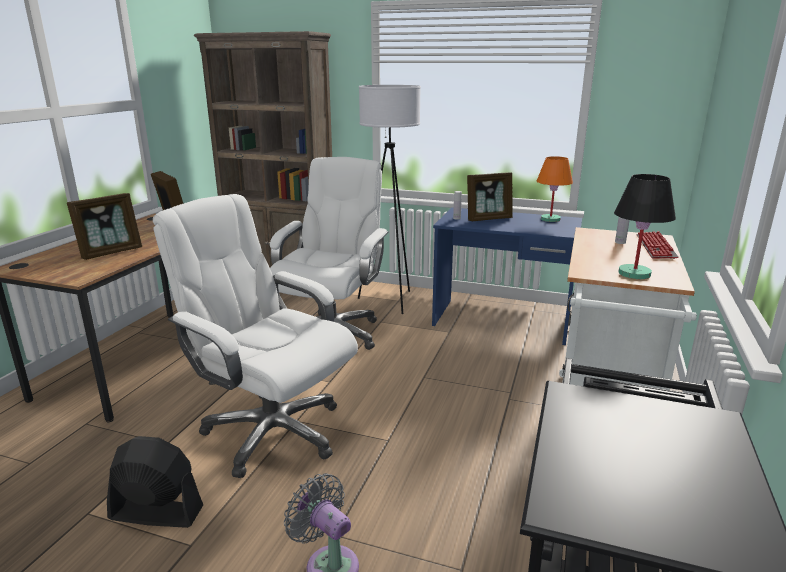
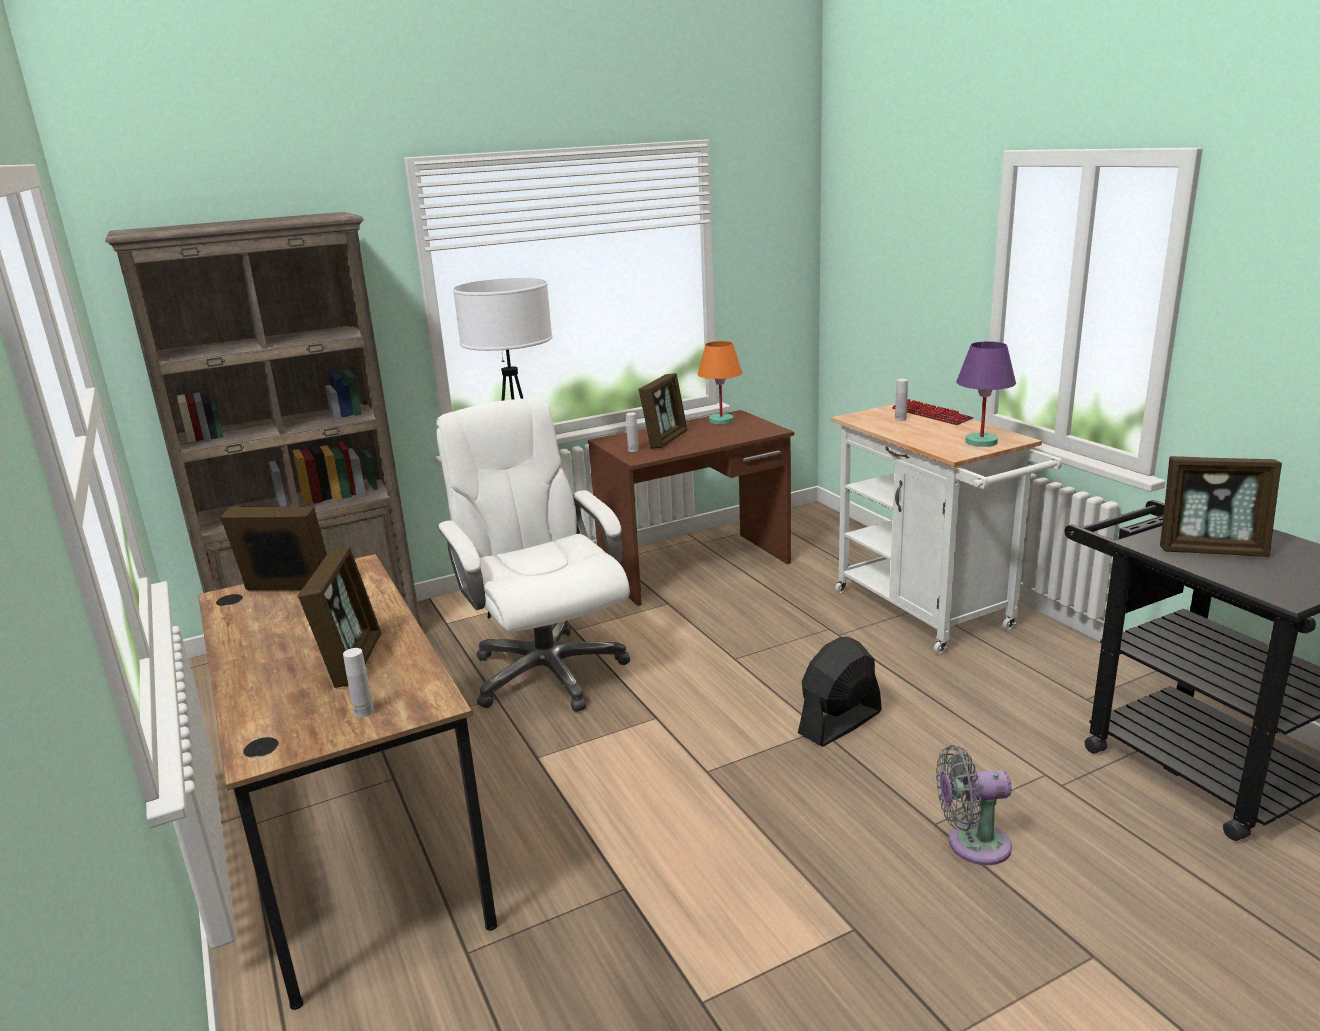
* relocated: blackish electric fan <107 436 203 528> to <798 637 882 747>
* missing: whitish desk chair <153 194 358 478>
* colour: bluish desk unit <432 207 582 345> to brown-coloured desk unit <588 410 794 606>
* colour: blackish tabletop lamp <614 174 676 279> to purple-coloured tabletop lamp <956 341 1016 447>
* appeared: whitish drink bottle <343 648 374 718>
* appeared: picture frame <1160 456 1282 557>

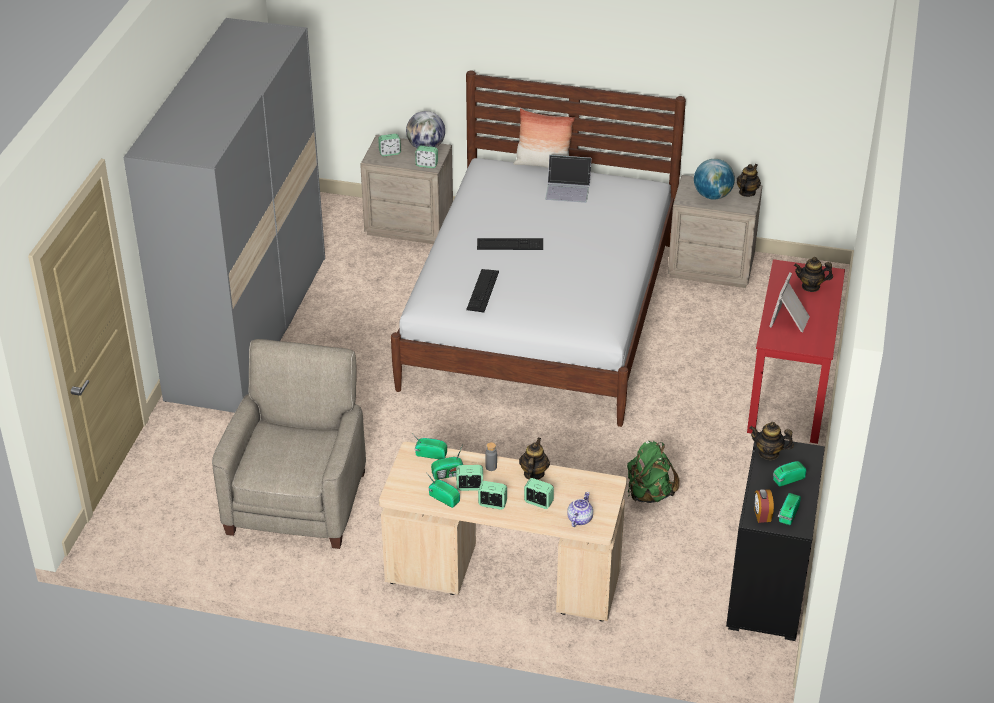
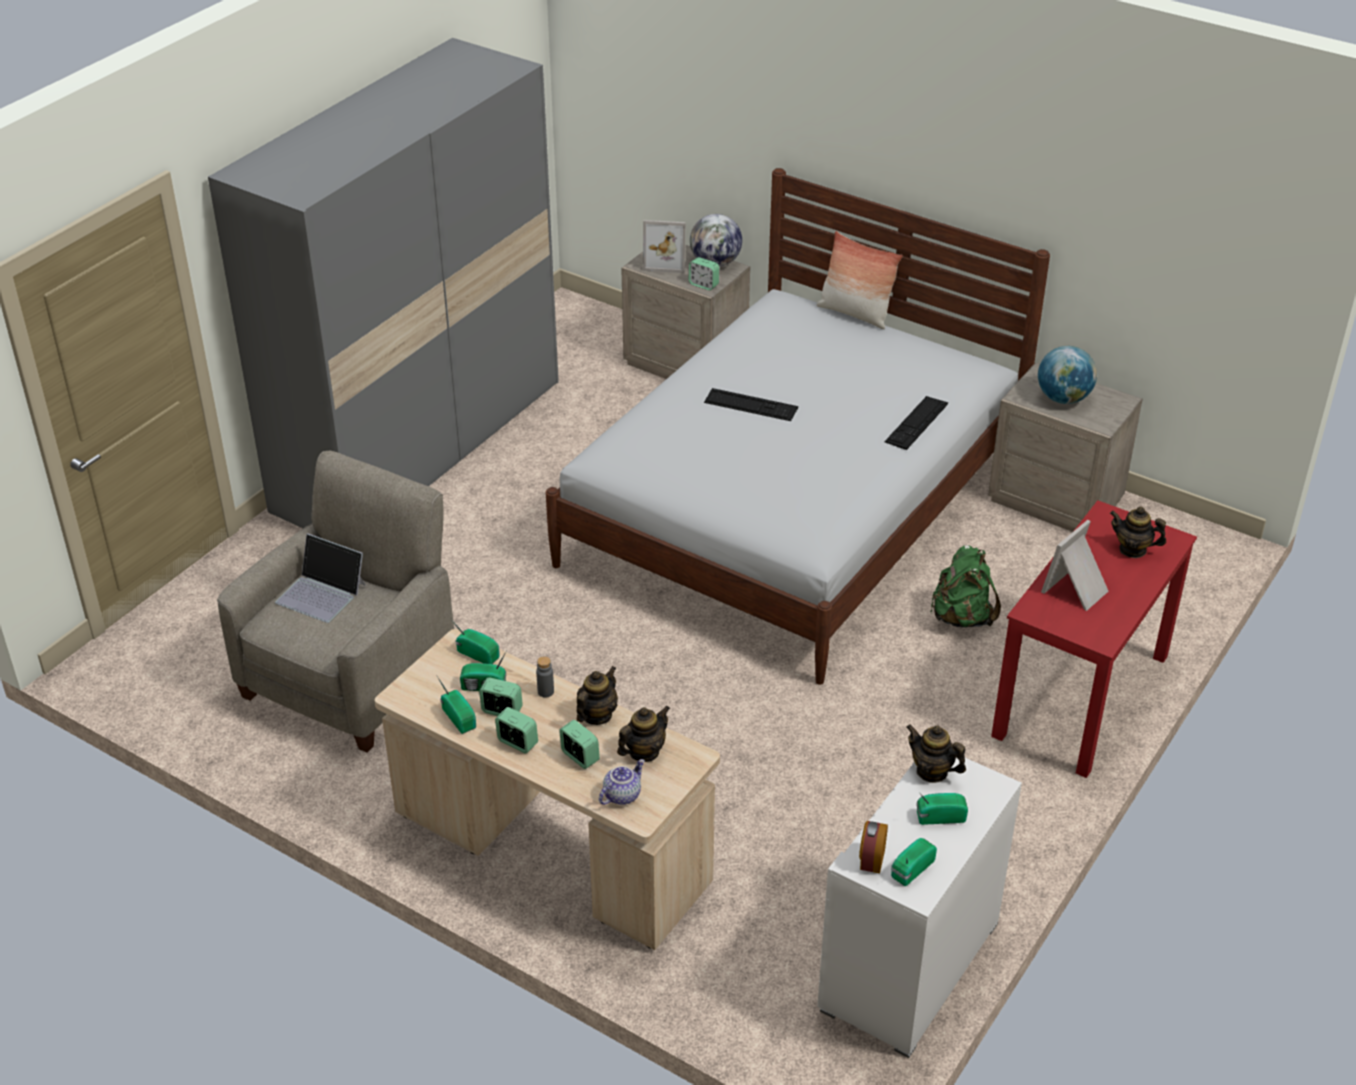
* exchanged: alarm clock <378 134 401 156> to picture frame <643 220 686 273>
* relocated: computer keyboard <466 269 499 312> to <884 396 948 450>
* relocated: notebook computer <545 155 591 203> to <275 533 366 623>
* relocated: green backpack <627 441 680 503> to <931 545 1001 628>
* colour: blackish drawer chest <726 440 825 641> to whitish drawer chest <817 758 1022 1058>
* relocated: tea pot <736 164 761 197> to <617 705 670 762>

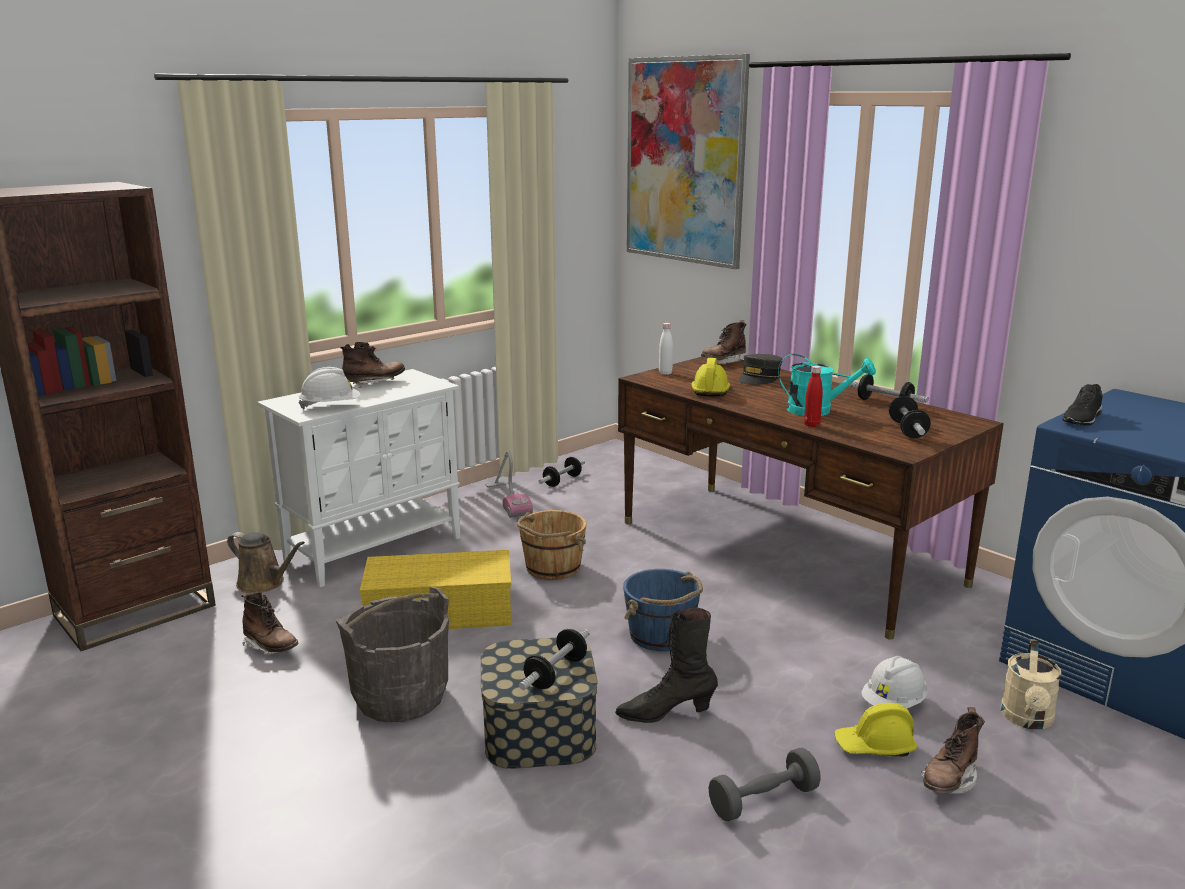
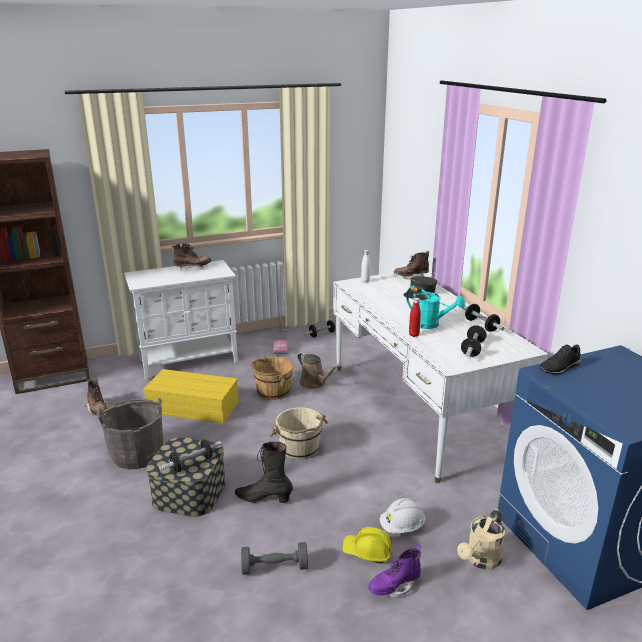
* relocated: brown-coloured watering can <227 532 305 593> to <298 352 339 389>
* missing: whitish safety helmet <298 367 361 409>
* colour: brown-coloured desk unit <618 357 1004 640> to whitish desk unit <333 273 549 483>
* colour: bluish pail <623 569 703 651> to beige pail <270 407 328 460>
* missing: picture <627 54 750 269>
* missing: yellow-coloured safety helmet <691 358 730 396>
* colour: brown-coloured tall boot <921 707 985 794> to purple-coloured tall boot <368 545 421 597>

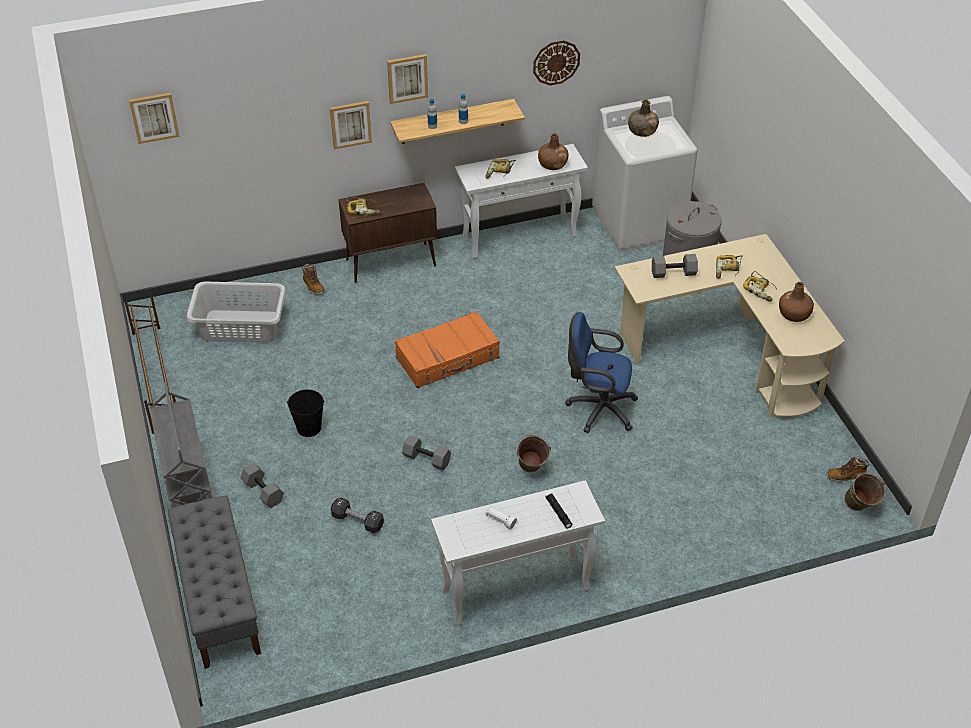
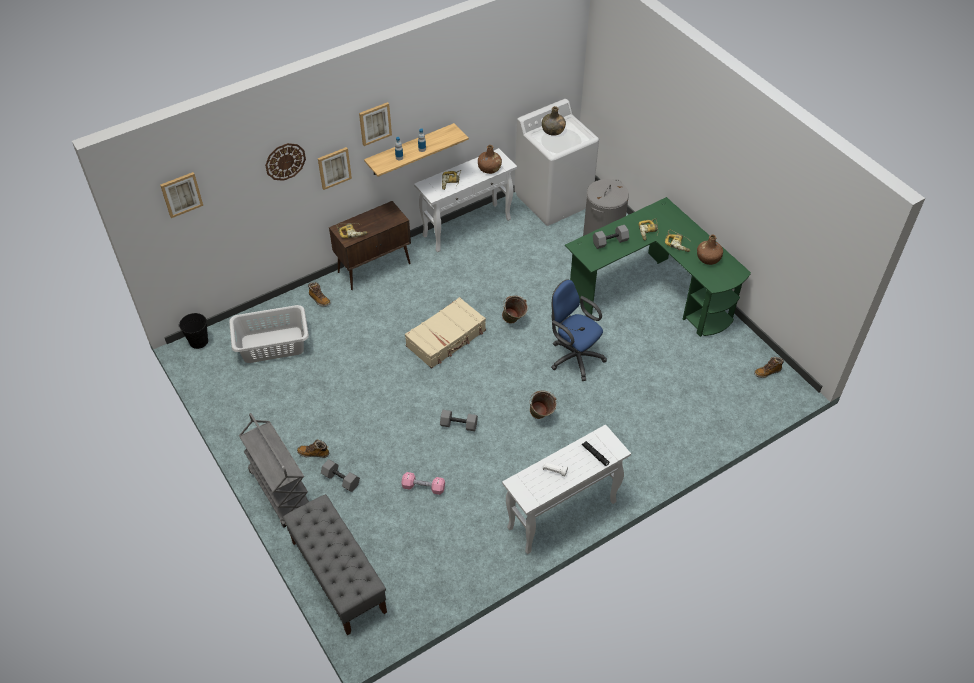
* missing: brown-coloured shoe shelf <125 296 176 434>
* relocated: blackish pail <287 389 324 437> to <179 313 208 349>
* colour: blackish dumbbell <331 498 384 533> to pink-coloured dumbbell <402 472 445 495>
* colour: orangey suitcase <395 311 500 388> to beige suitcase <405 297 486 369>
* relocated: clock on the wall <533 40 580 85> to <265 143 306 181>
* spun: bluish desk chair <565 312 638 433> = <551 279 607 381> 45 degrees clockwise
* colour: beige desk unit <615 234 845 417> to green desk unit <565 197 751 337>
* relocated: green pail <844 472 885 511> to <502 296 528 323>
* appeared: tall boot <297 440 329 458>

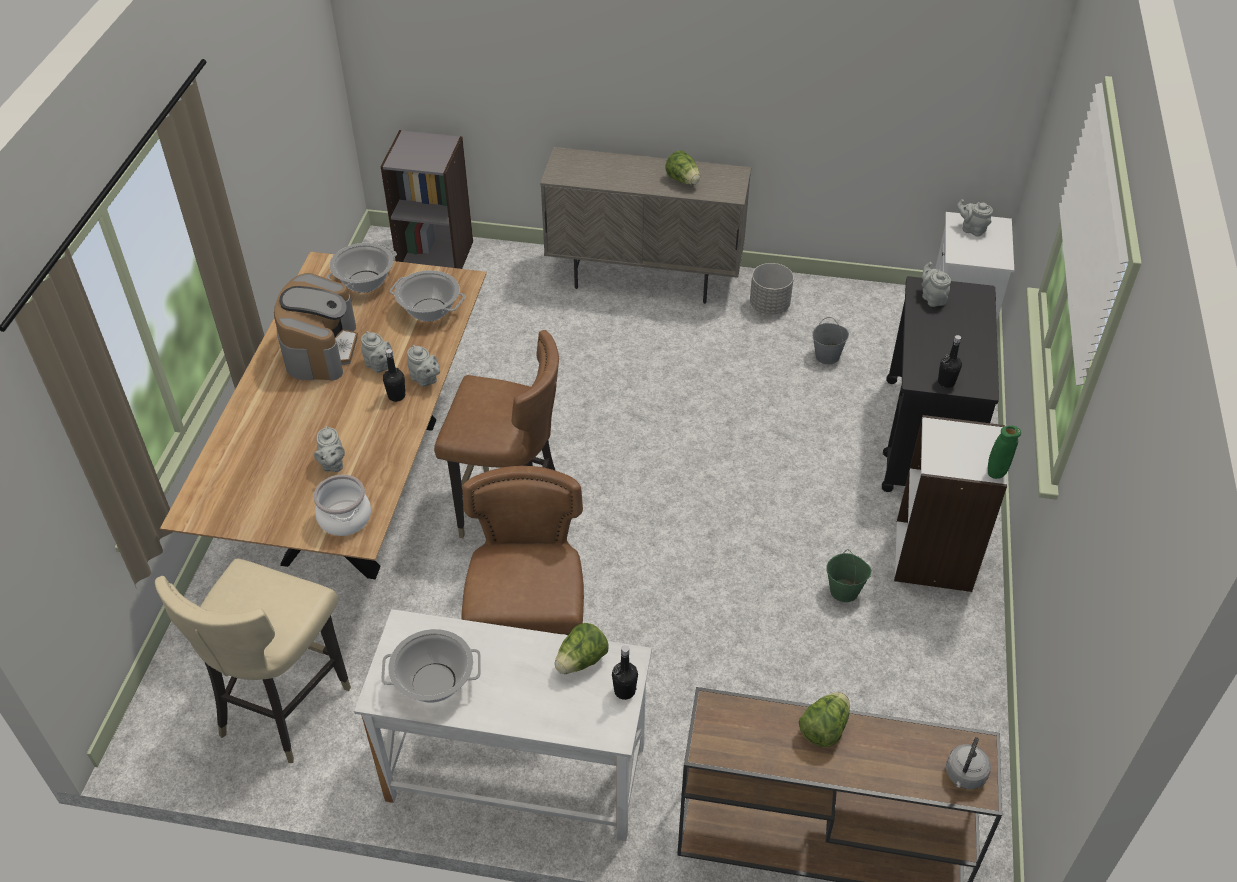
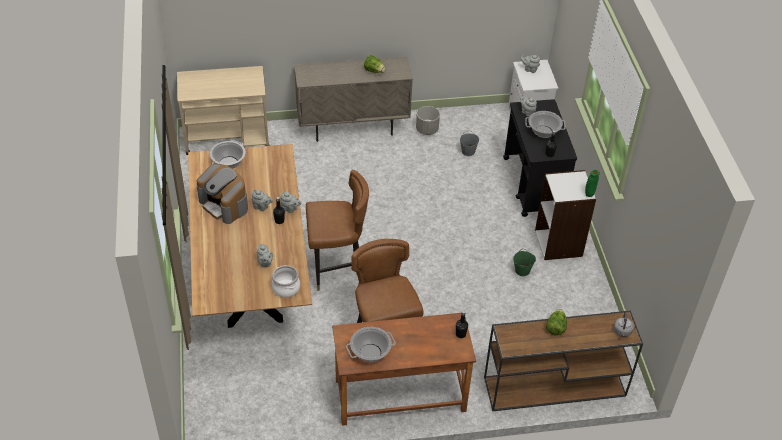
* missing: beige upright chair <155 559 351 763>
* spun: coffee brewer <274 273 358 381> = <196 164 248 224> 150 degrees clockwise
* colour: whitish desk unit <354 609 652 841> to brown-coloured desk unit <332 313 476 426>
* exchanged: greyish bookcase <380 130 473 269> to beige cart <177 66 269 155>
* relocated: stockpot <389 270 465 322> to <525 111 566 138>
* missing: lettuce head <555 623 609 674>

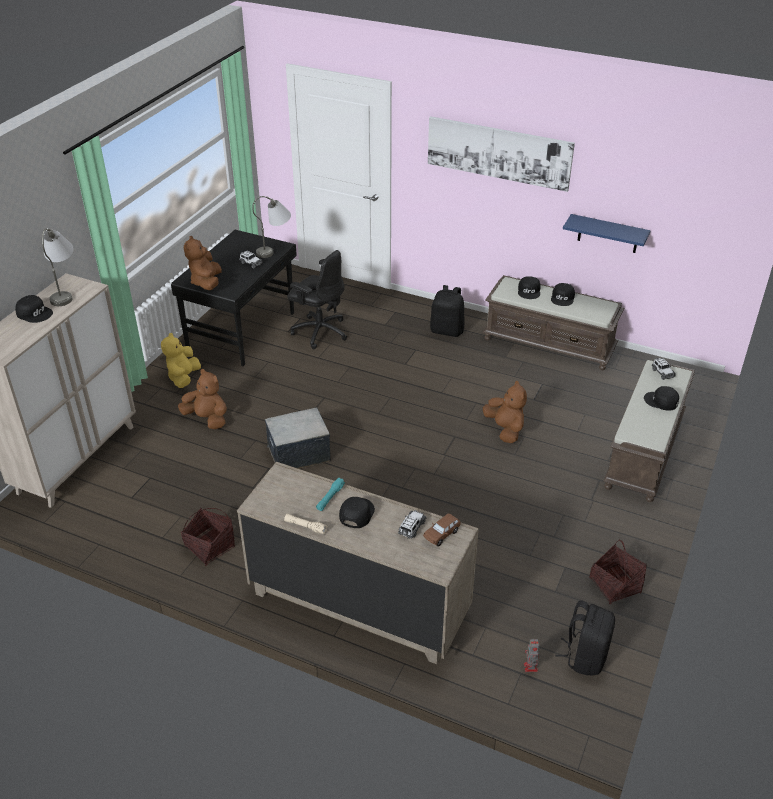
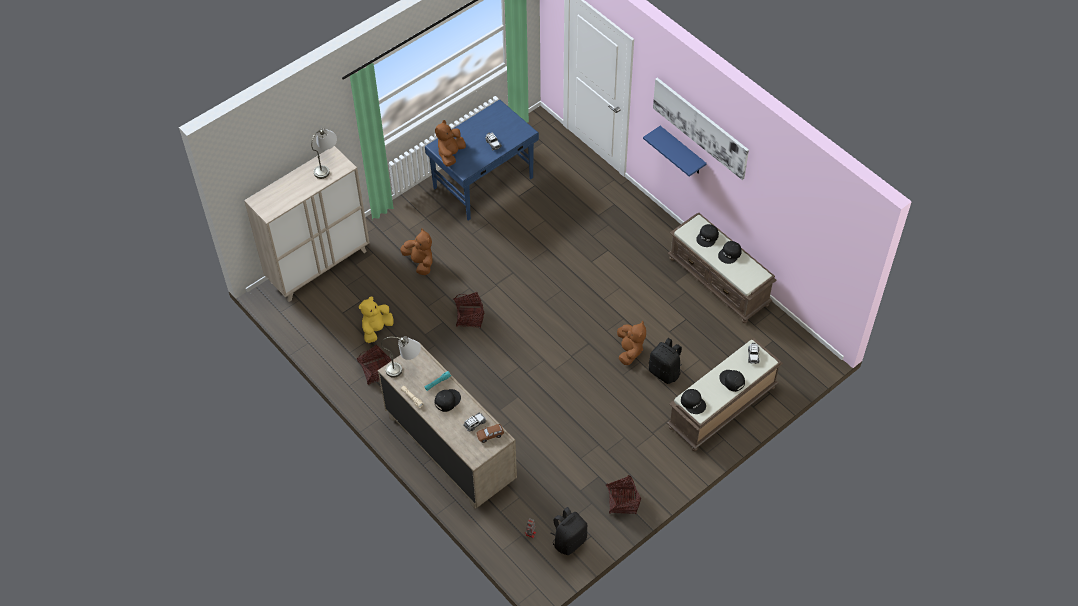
* relocated: blackish cap <15 295 53 323> to <681 389 706 414>
* relocated: yellow-coloured cuddly toy <161 333 201 388> to <359 296 394 343>
* colour: blackish desk unit <171 230 297 366> to bluish desk unit <425 100 539 221>
* relocated: greyish tabletop lamp <252 196 291 258> to <381 337 421 378>
* exchanged: storage box <265 407 331 469> to household basket <453 292 485 328>
* missing: blackish desk chair <287 250 347 349>
* relocated: blackish backpack <430 285 464 337> to <649 338 682 384>
* relocated: bluish bracket shelf <563 214 650 253> to <643 126 707 177>

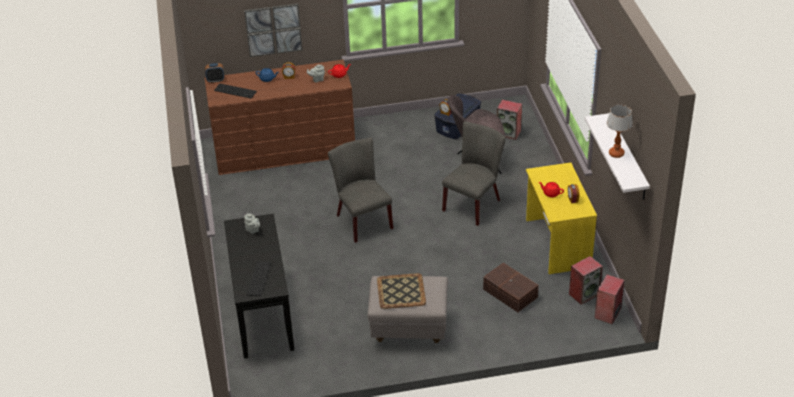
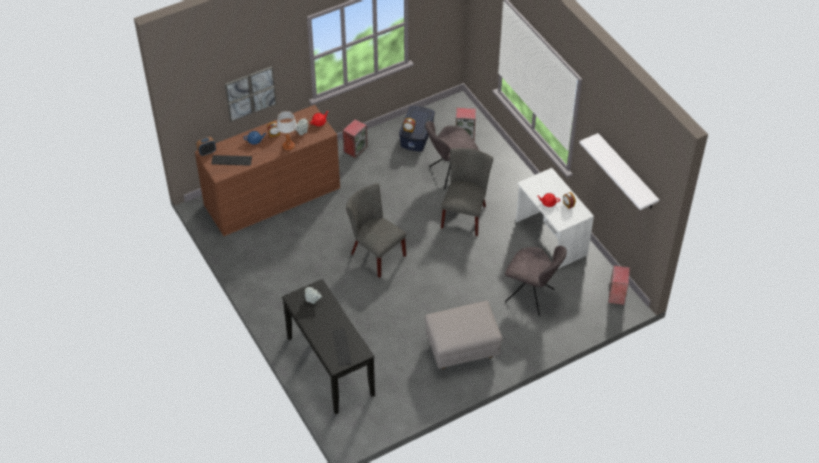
* missing: tray <377 273 426 309>
* exchanged: brown-coloured storage box <483 262 539 312> to greyish upright chair <505 246 567 316>
* colour: yellow-coloured desk unit <526 162 597 274> to whitish desk unit <516 168 594 269>
* relocated: audio speaker <569 256 603 305> to <343 119 367 158>
* relocated: tabletop lamp <606 105 633 158> to <277 111 297 150>

